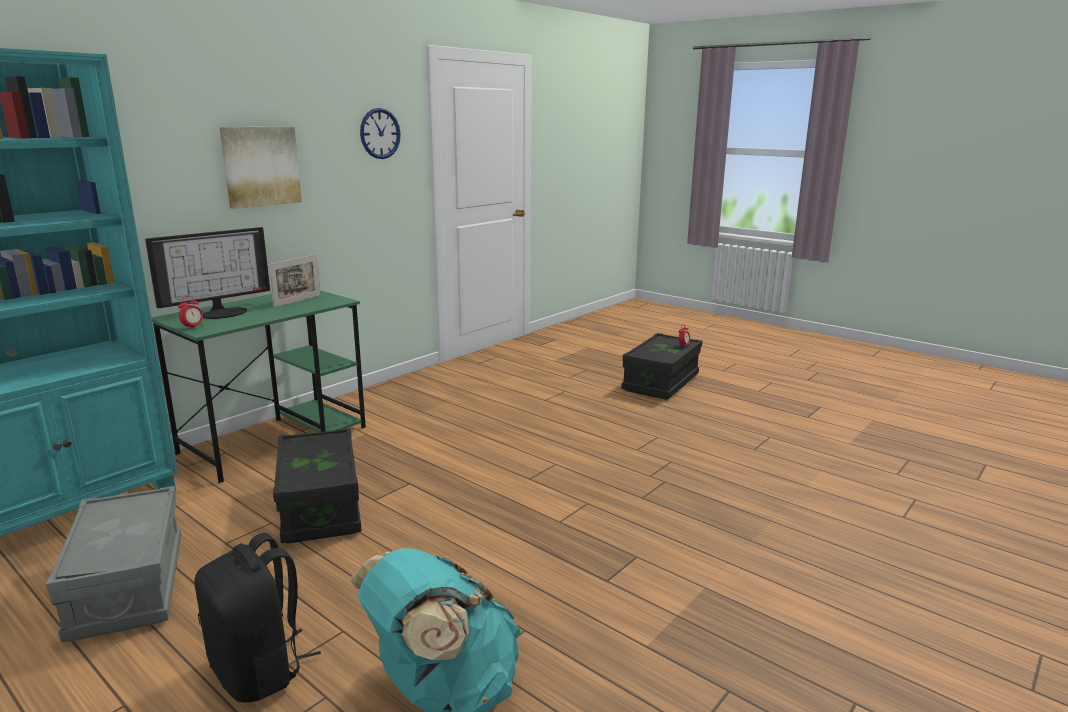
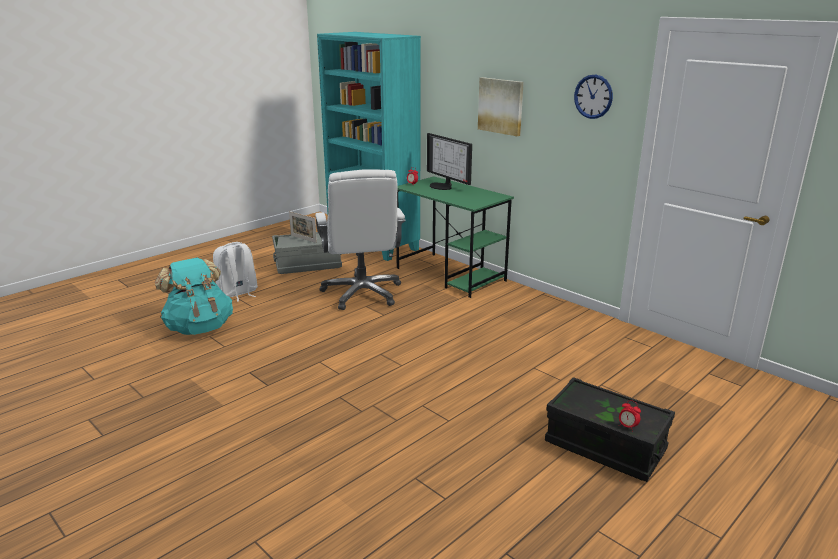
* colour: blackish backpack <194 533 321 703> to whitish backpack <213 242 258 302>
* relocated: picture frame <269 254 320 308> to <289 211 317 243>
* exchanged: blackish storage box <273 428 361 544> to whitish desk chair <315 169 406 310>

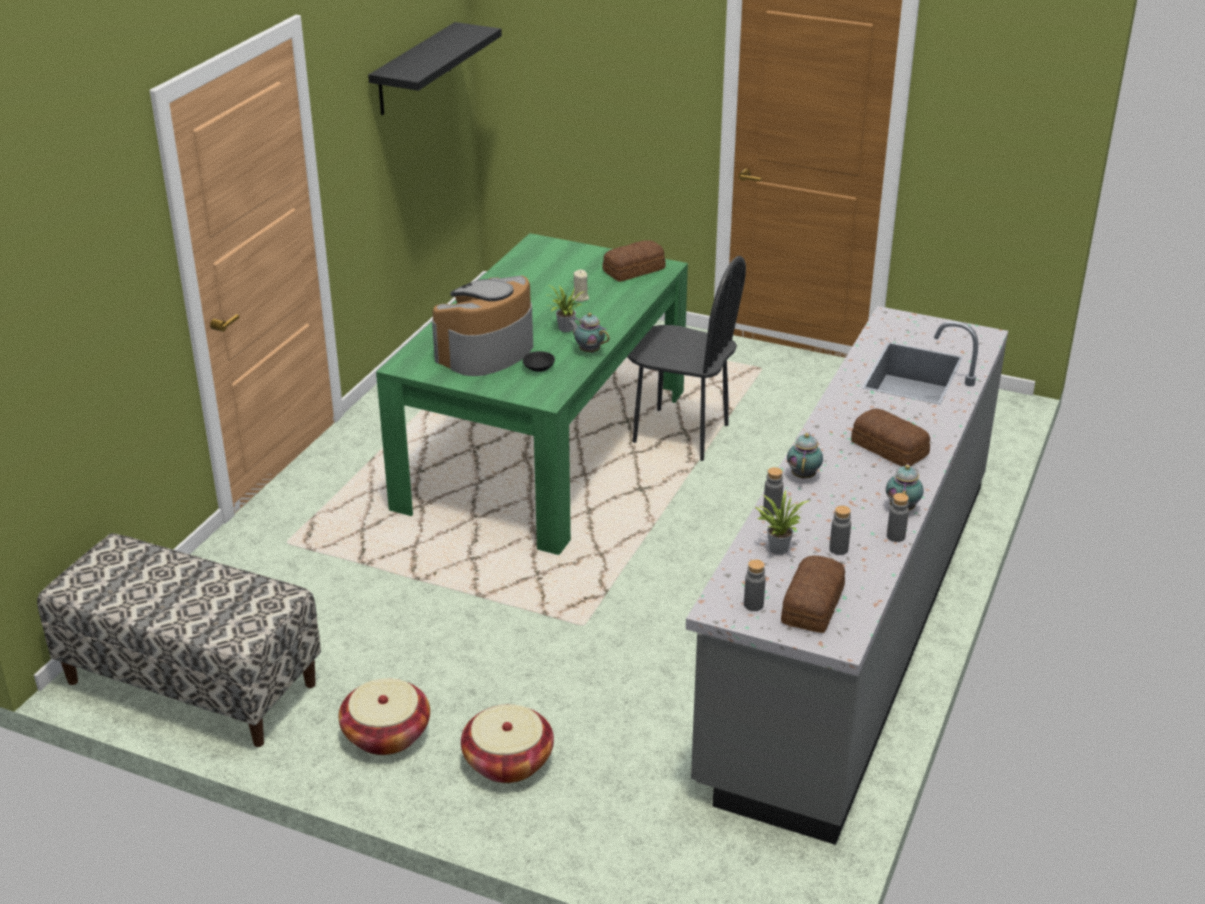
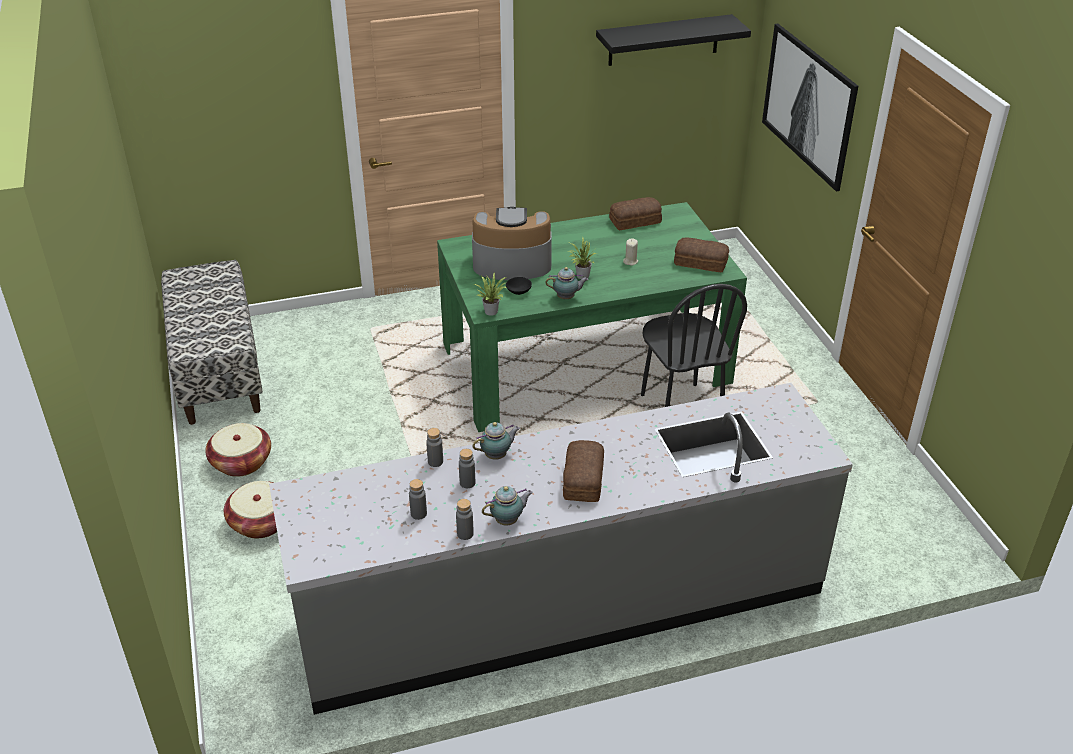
* spun: tea pot <568 313 610 353> = <545 267 588 299> 90 degrees clockwise
* relocated: greyish drink bottle <744 560 766 611> to <459 449 475 488>
* relocated: plant in a pot <754 490 810 555> to <474 273 507 315>
* relocated: baked bread <781 556 845 633> to <609 197 662 230>
* appeared: picture <762 23 858 192>

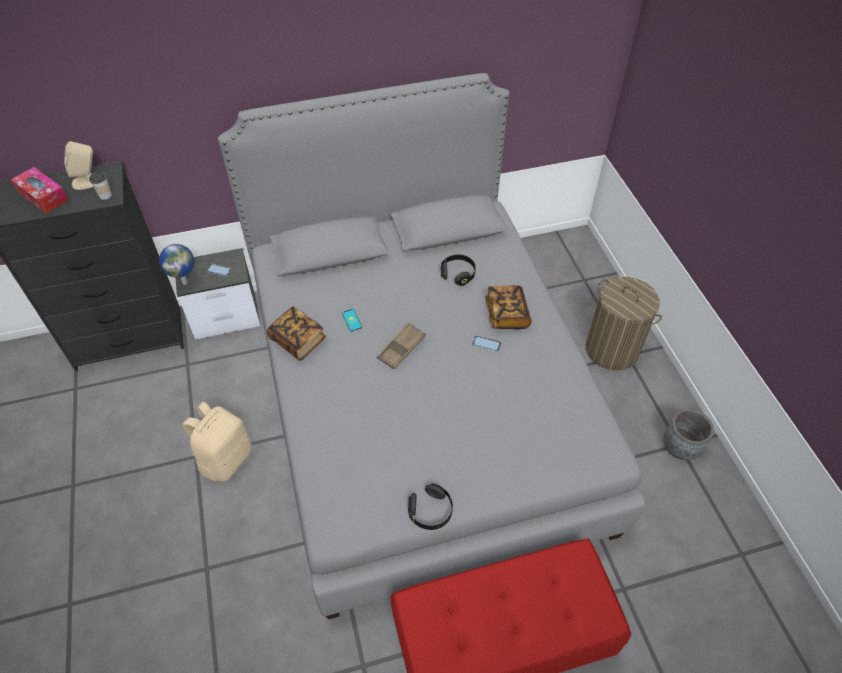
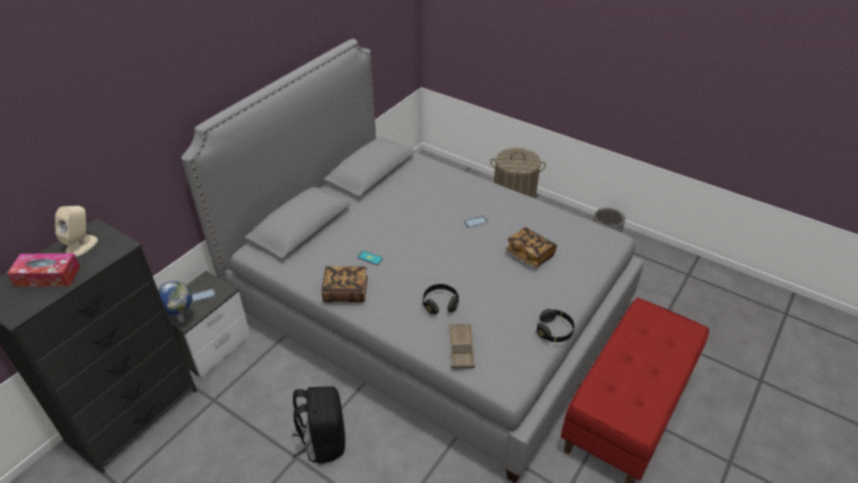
* missing: small cup <89 172 112 200>
* colour: beige backpack <182 402 252 482> to blackish backpack <292 386 345 464>
* relocated: brown-coloured tray <377 323 426 369> to <449 324 475 368>
* relocated: blackish headphones <441 255 476 285> to <423 284 459 315>
* relocated: book <486 285 532 329> to <506 227 557 268>

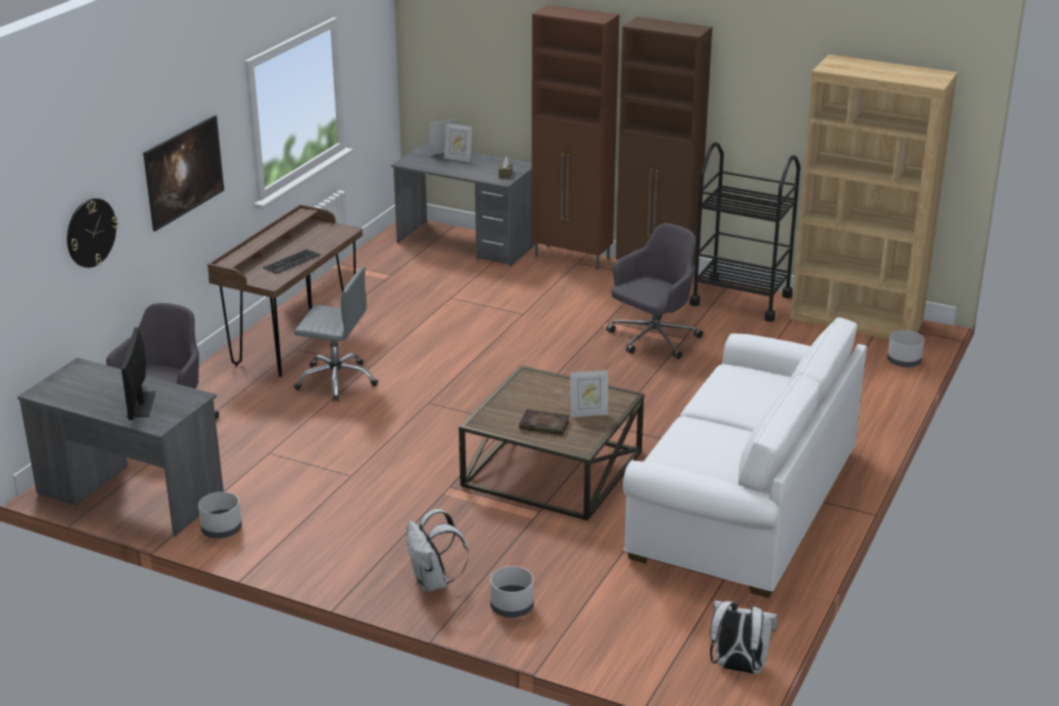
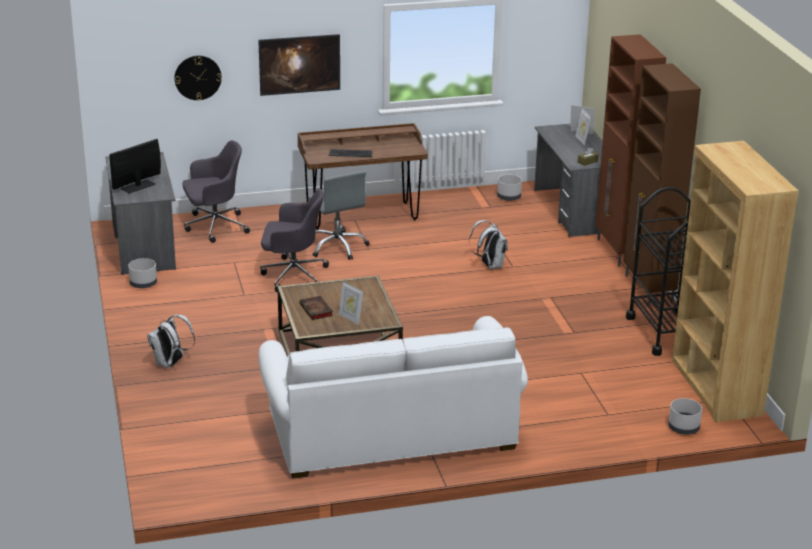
* relocated: greyish planter <490 566 534 618> to <497 175 522 201>
* relocated: greyish desk chair <606 223 703 359> to <260 189 329 292>
* relocated: whitish backpack <710 600 777 674> to <469 220 508 269>

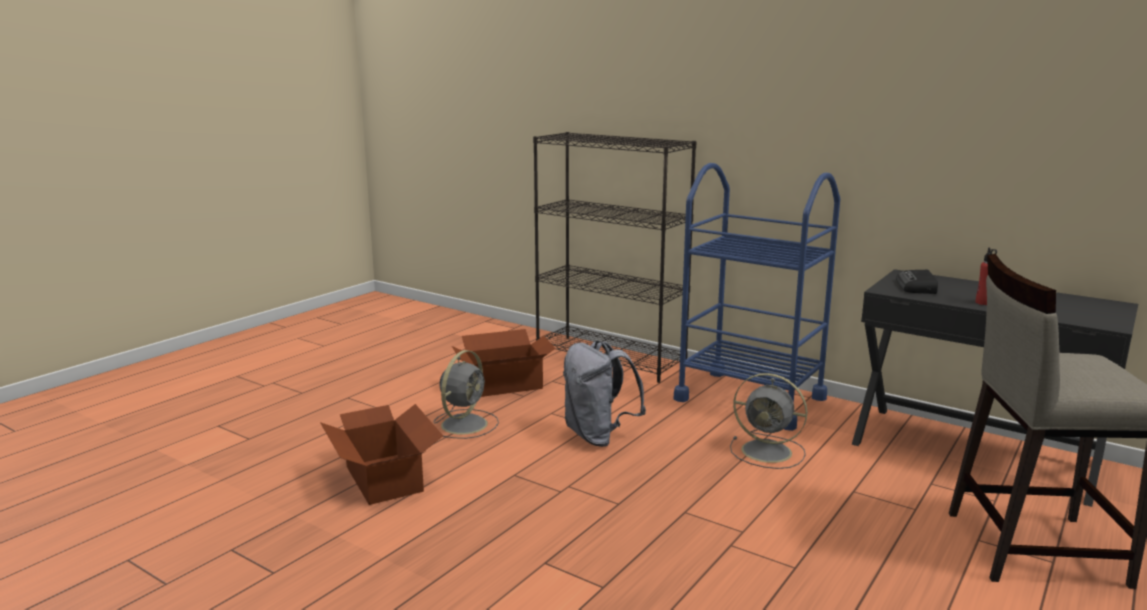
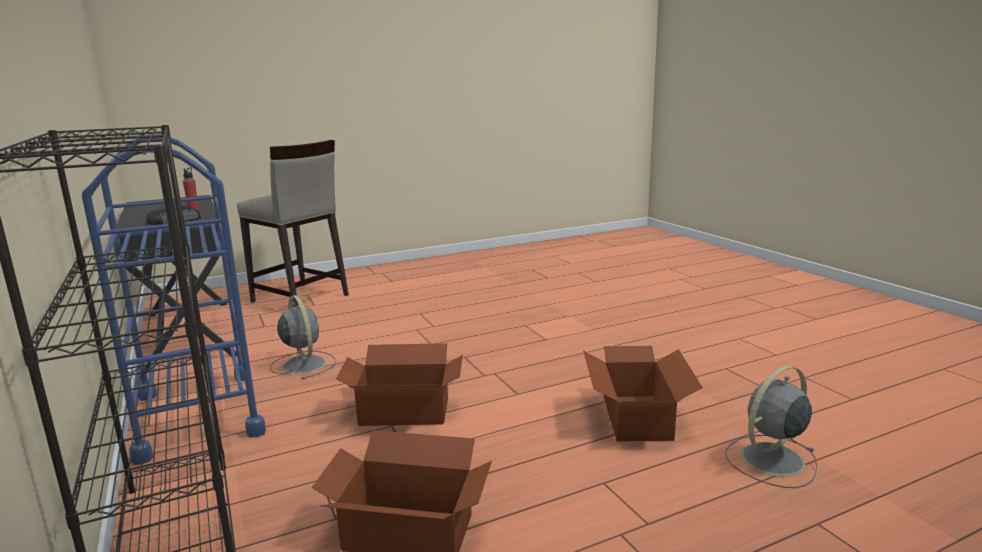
* relocated: greyish electric fan <433 350 499 439> to <725 366 817 488>
* exchanged: greyish backpack <563 341 646 447> to packing box <336 343 463 426>

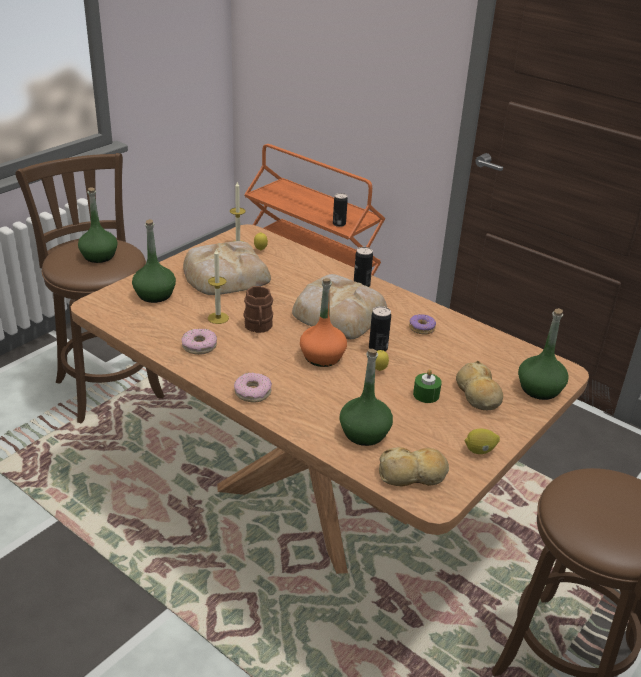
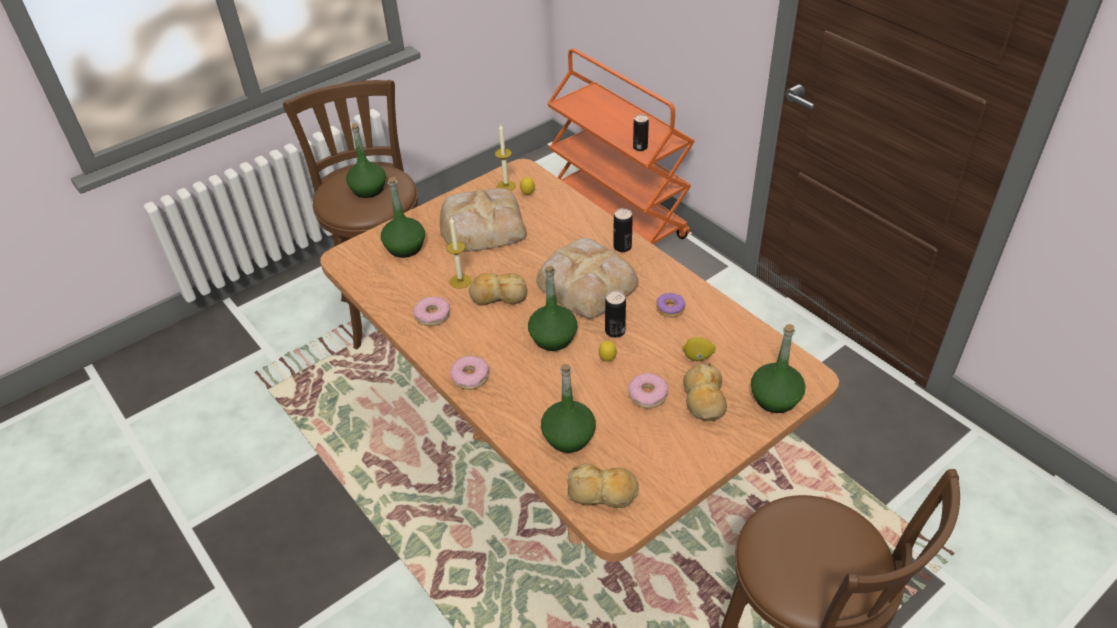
* exchanged: brown-coloured tea mug <243 286 273 333> to baked bread <469 273 527 306>
* colour: orangey drink bottle <300 278 347 367> to green drink bottle <528 266 577 351>
* exchanged: green wax light <413 369 442 403> to donut <628 373 668 408>
* relocated: citrus fruit <465 429 500 454> to <683 337 716 361>

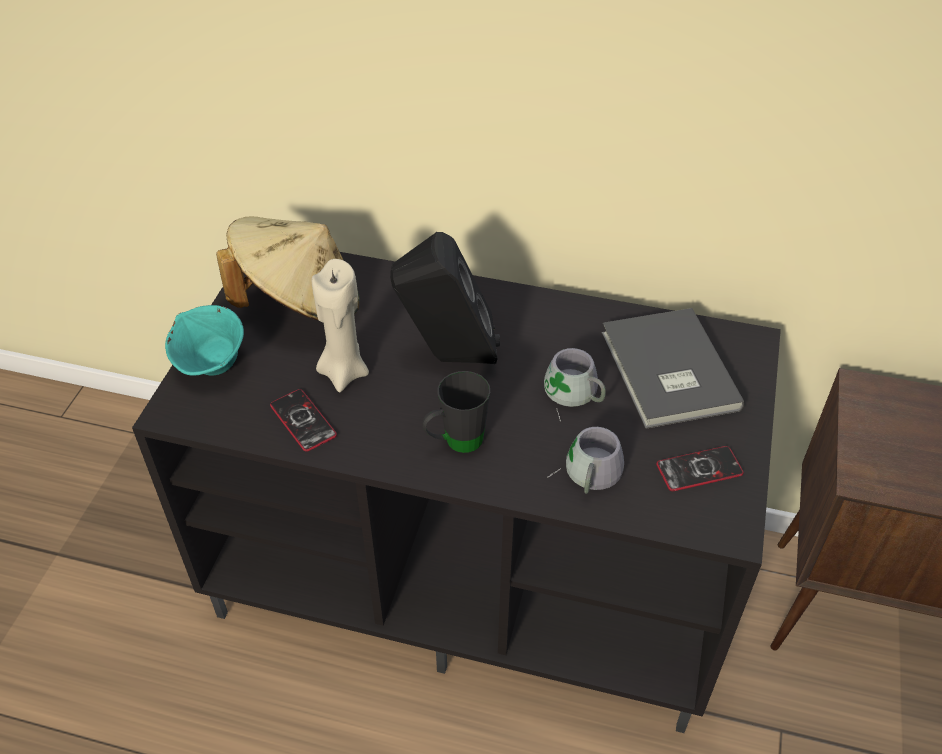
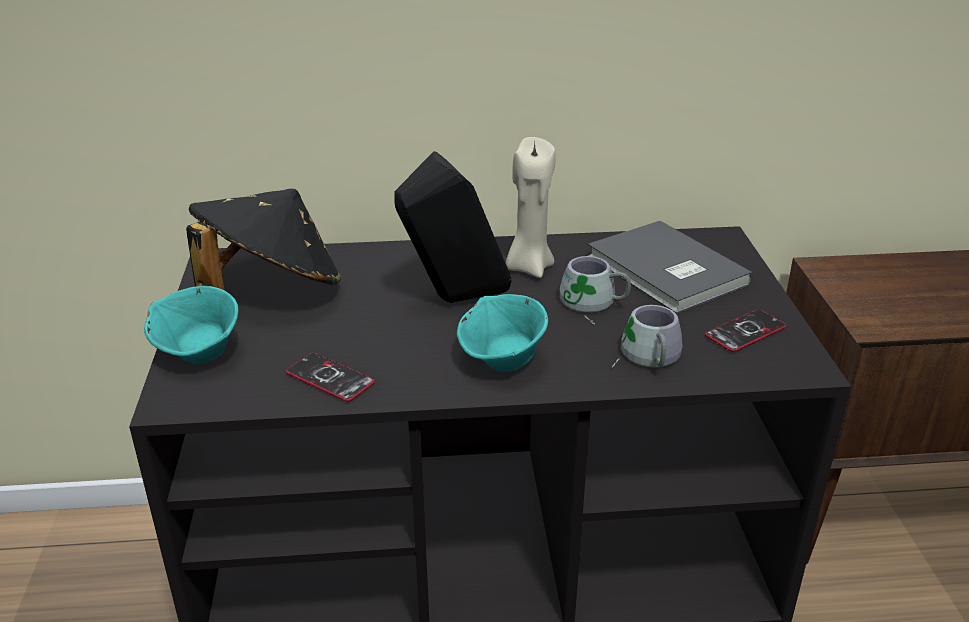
* colour: beige hat <216 217 360 320> to blackish hat <186 189 341 290>
* relocated: beige wax light <312 259 369 392> to <506 137 556 278>
* exchanged: blackish tea mug <422 371 490 453> to blue-green deep dish <457 294 548 372>

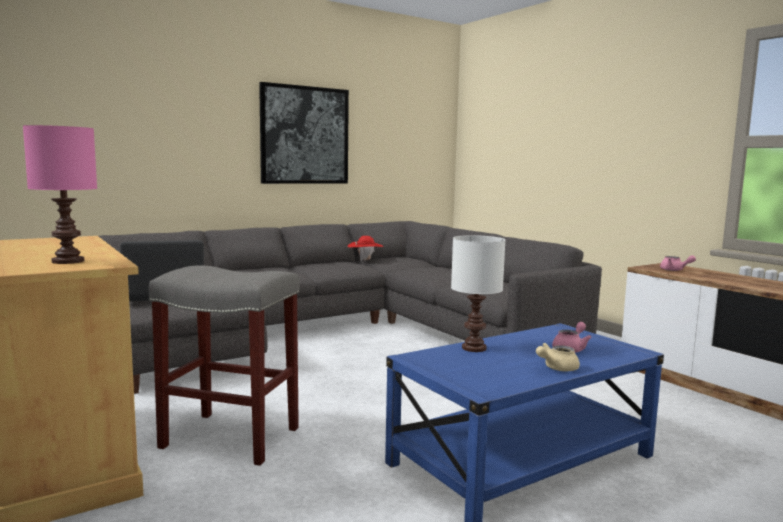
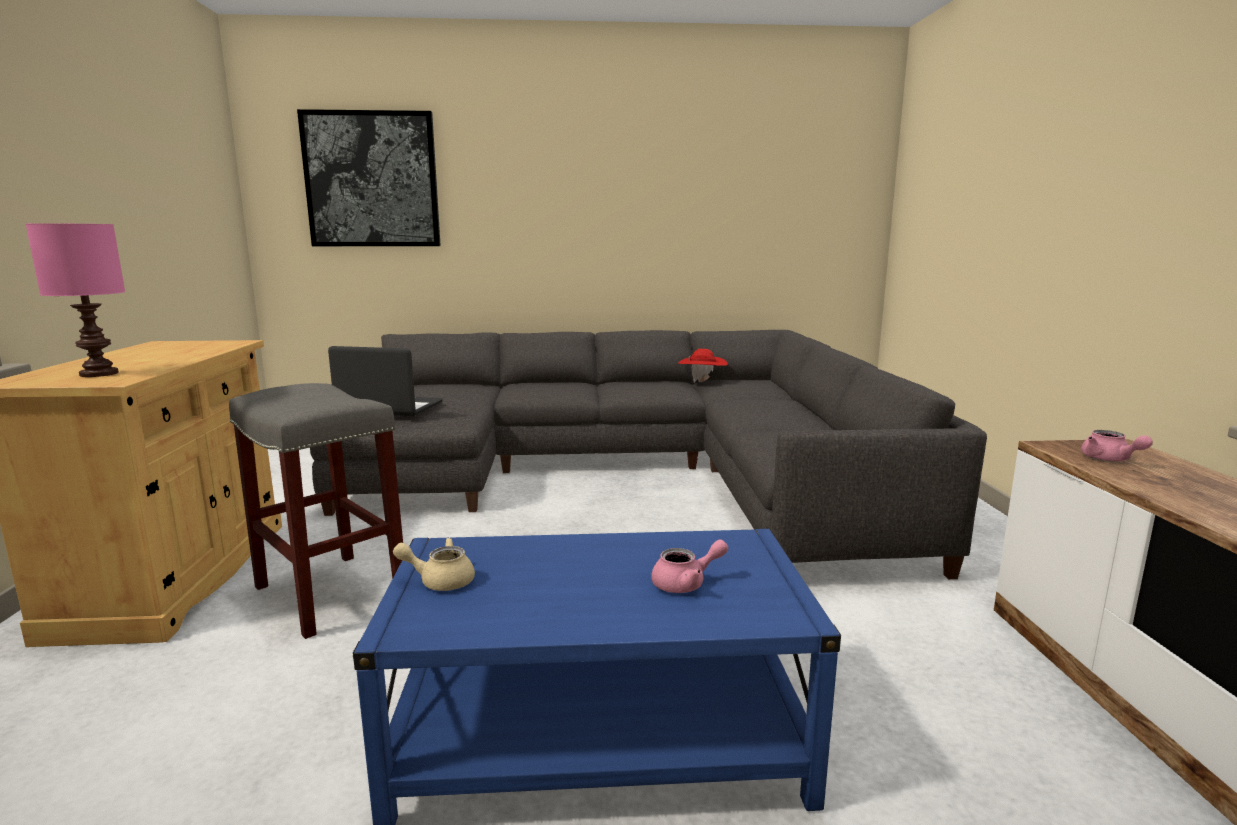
* relocated: picture <259 82 349 184> to <297 109 441 246>
* missing: whitish tabletop lamp <451 235 506 352>
* relocated: beige tea pot <536 343 580 371> to <393 538 475 591>

